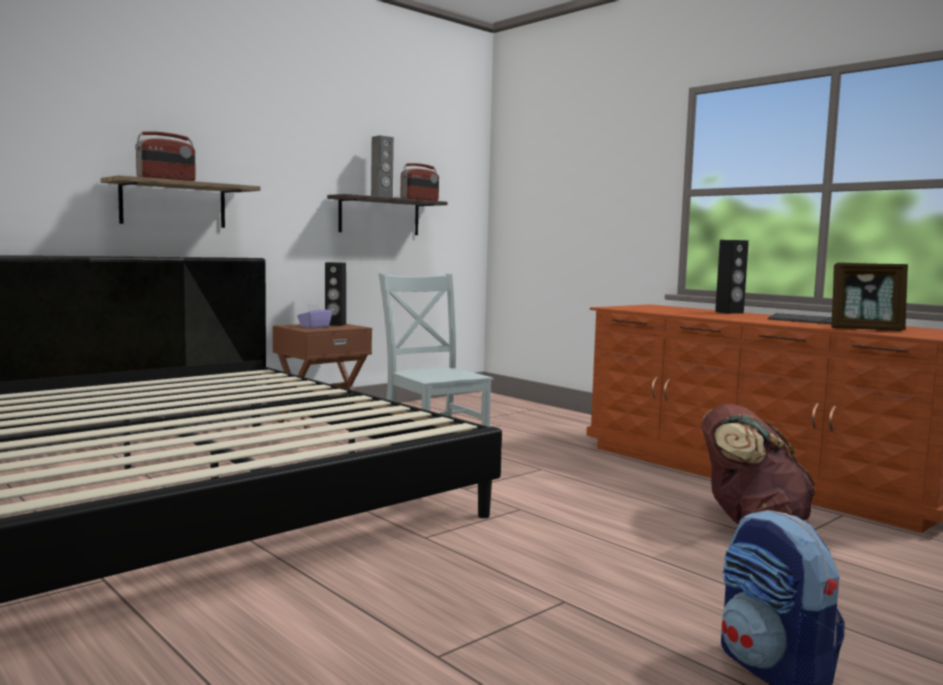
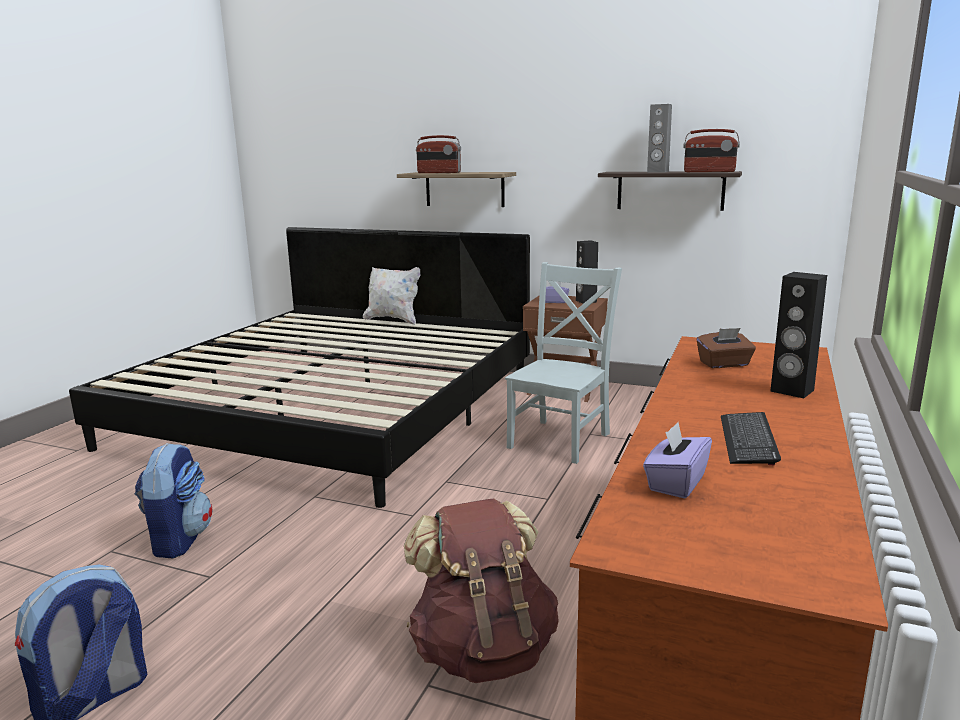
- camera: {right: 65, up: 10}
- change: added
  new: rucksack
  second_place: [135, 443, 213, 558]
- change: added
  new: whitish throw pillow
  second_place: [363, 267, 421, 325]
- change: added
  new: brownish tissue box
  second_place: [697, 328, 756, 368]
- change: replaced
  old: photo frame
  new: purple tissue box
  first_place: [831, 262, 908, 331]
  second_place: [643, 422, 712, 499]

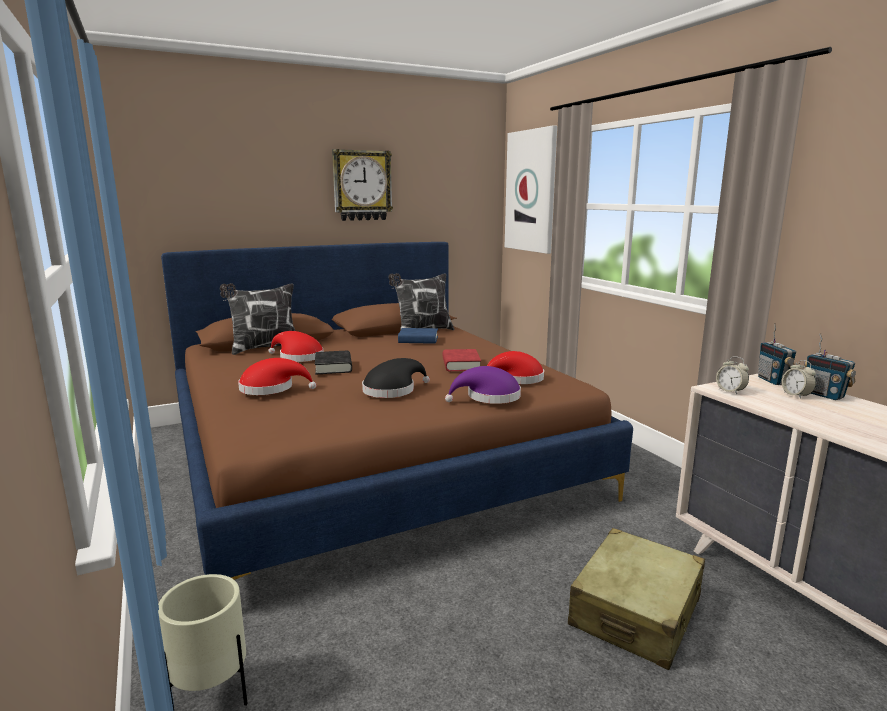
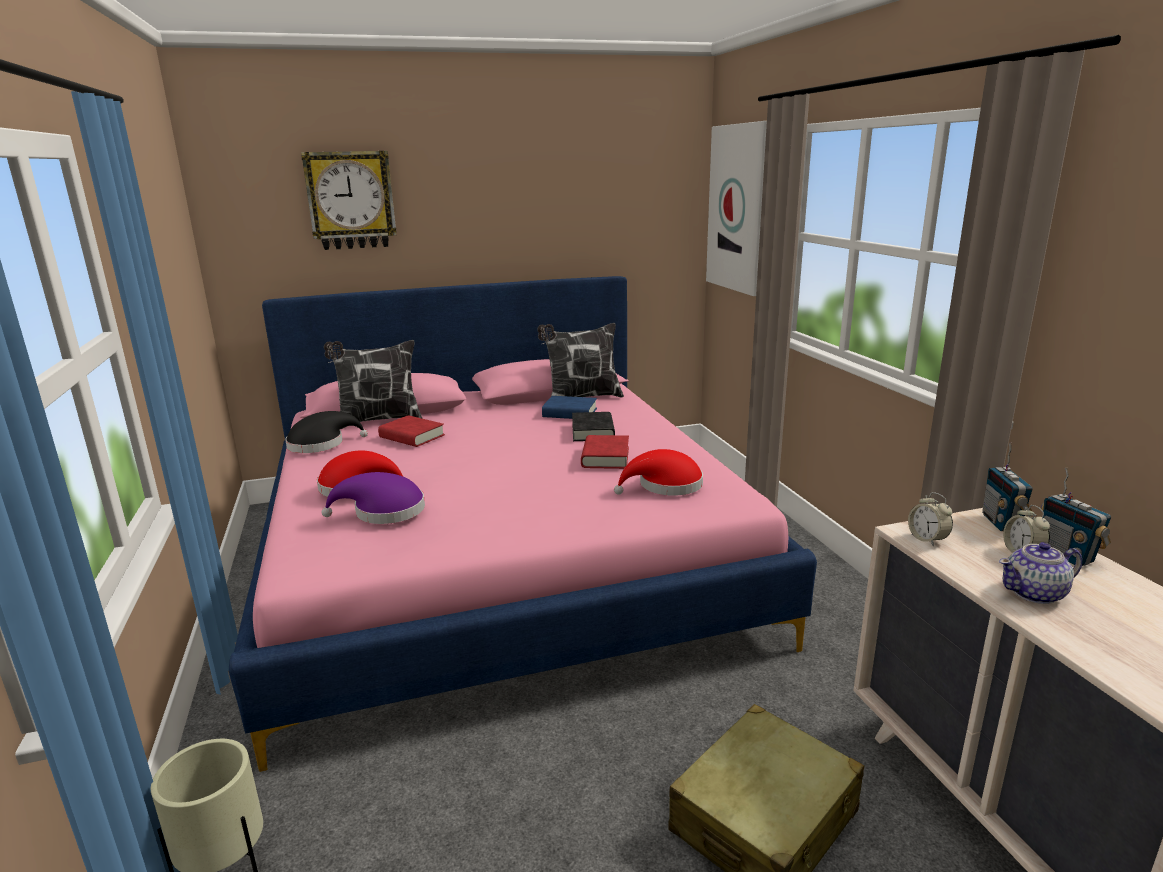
- camera: {right: 10, up: 5}
- change: added
  new: teapot
  second_place: [999, 542, 1082, 604]
- change: moved
  old: blackish book
  first_place: [315, 351, 352, 374]
  second_place: [572, 412, 615, 441]
- change: moved
  old: clock on the wall
  first_place: [332, 149, 393, 221]
  second_place: [301, 151, 396, 250]
- change: moved
  old: blackish hat
  first_place: [362, 358, 430, 398]
  second_place: [285, 411, 368, 453]
- change: moved
  old: purple hat
  first_place: [445, 366, 521, 404]
  second_place: [321, 472, 425, 524]
- change: replaced
  old: red hat
  new: red book
  first_place: [268, 331, 324, 362]
  second_place: [378, 415, 445, 447]
- change: recoloured
  old: brownish bedroom bed
  new: pink bedroom bed
  first_place: [161, 242, 633, 580]
  second_place: [229, 276, 817, 772]

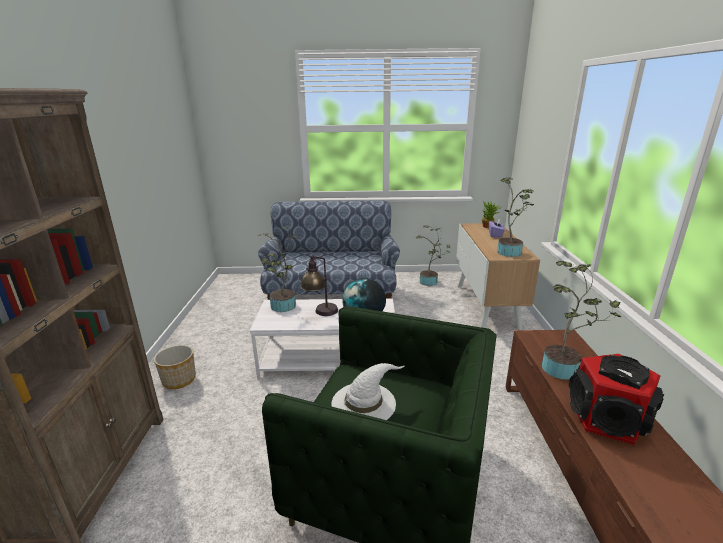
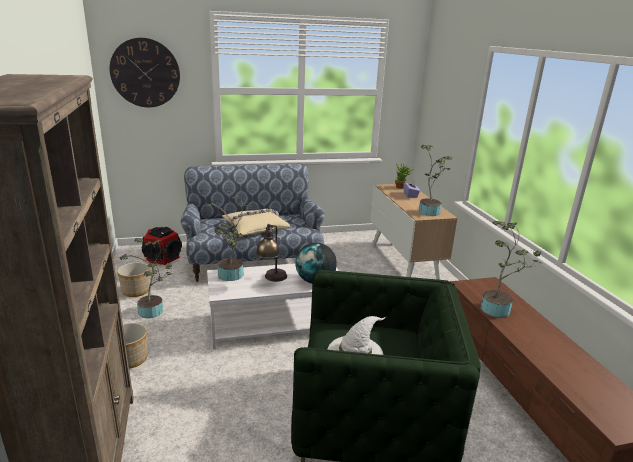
- camera: {right: -15, up: 0}
- change: added
  new: clock on the wall
  second_place: [110, 38, 180, 107]
- change: added
  new: plant pot
  second_place: [117, 262, 150, 297]
- change: added
  new: beige throw pillow
  second_place: [222, 209, 290, 235]
- change: moved
  old: potted plant
  first_place: [416, 225, 451, 286]
  second_place: [120, 238, 172, 318]
- change: moved
  old: speaker
  first_place: [569, 354, 664, 445]
  second_place: [142, 227, 182, 265]

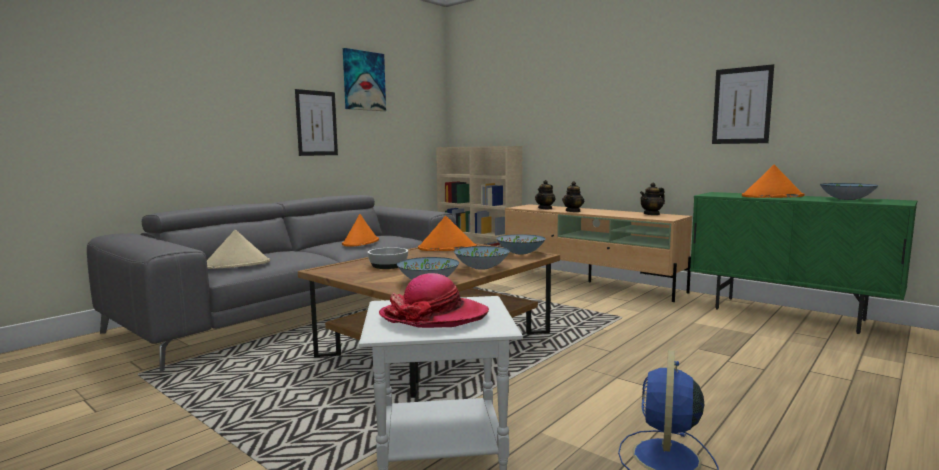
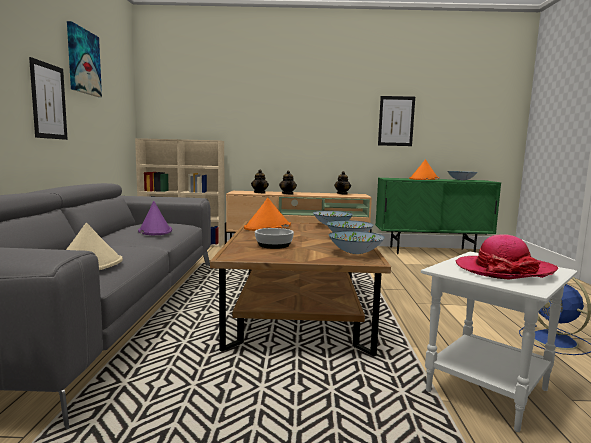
- camera: {right: -40, up: 0}
- change: recoloured
  old: orangey hat
  new: purple hat
  first_place: [342, 214, 379, 247]
  second_place: [138, 201, 172, 235]

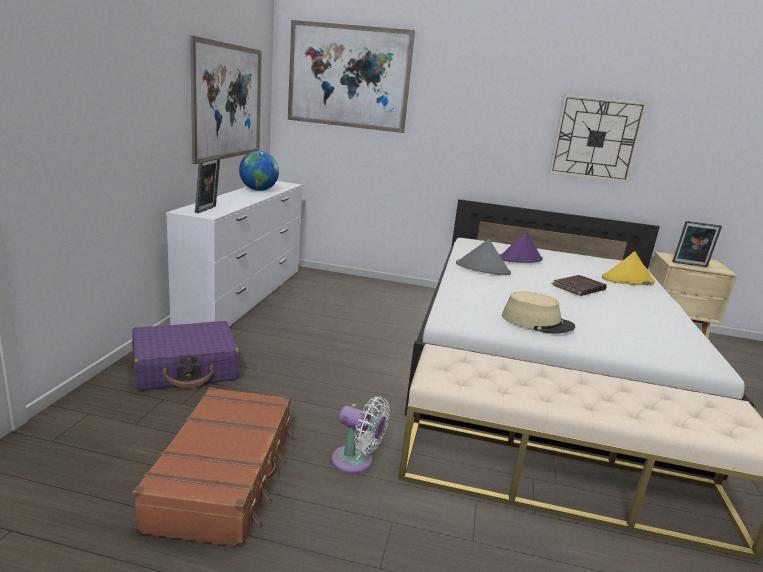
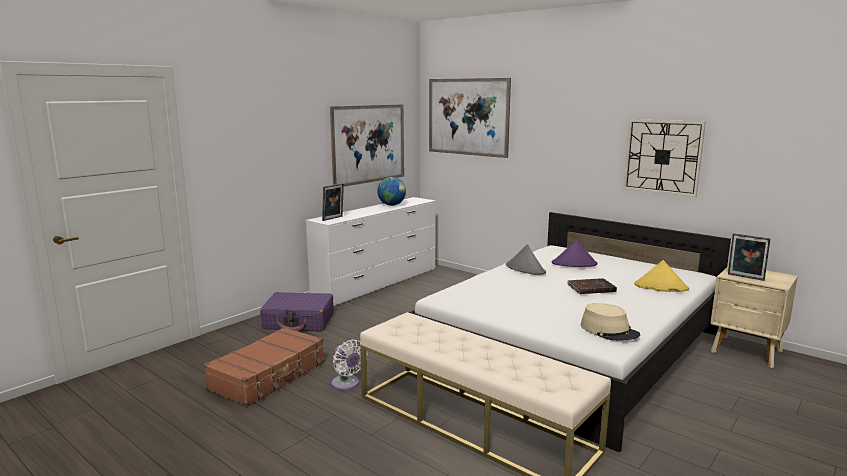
- camera: {right: 30, up: -5}
- change: moved
  old: beige hat
  first_place: [502, 291, 575, 334]
  second_place: [581, 303, 640, 341]

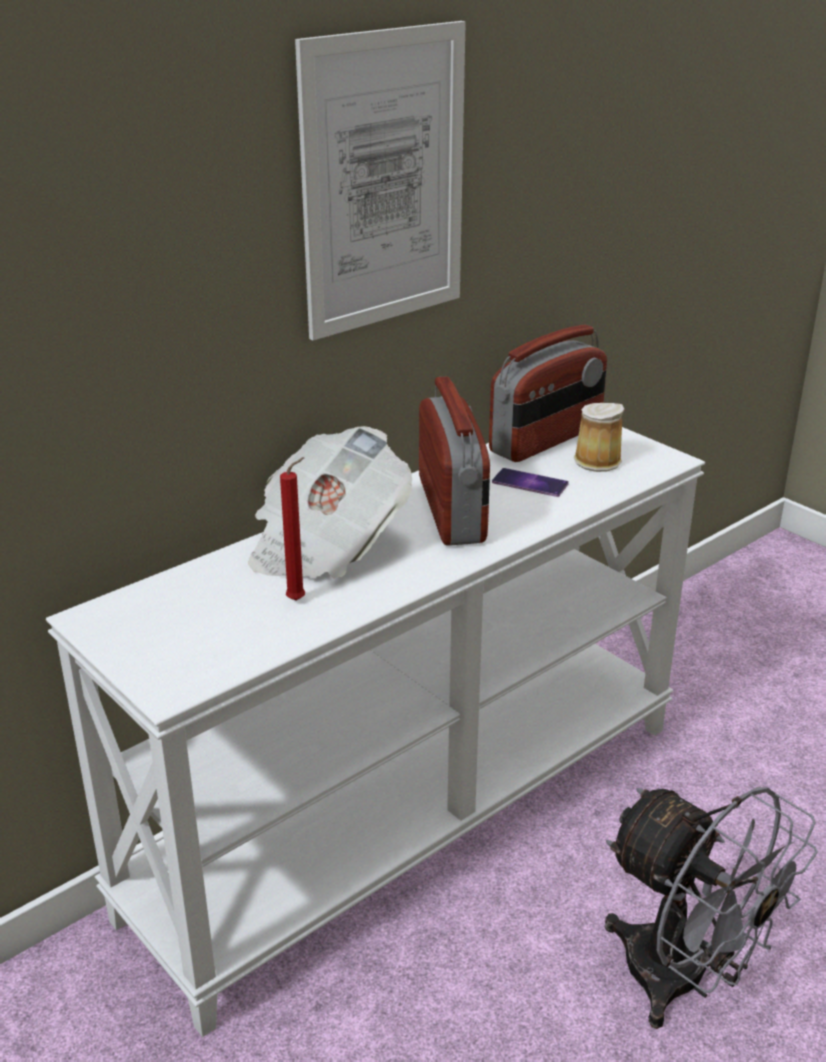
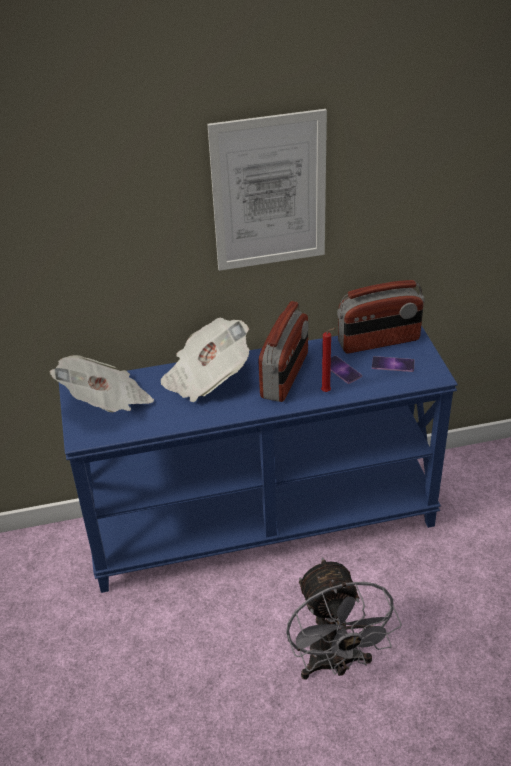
- camera: {right: 30, up: 10}
- change: added
  new: daily paper
  second_place: [50, 355, 154, 413]
- change: moved
  old: red wax light
  first_place: [280, 457, 305, 601]
  second_place: [321, 328, 336, 392]
- change: replaced
  old: coffee mug
  new: phone
  first_place: [573, 403, 625, 472]
  second_place: [372, 356, 415, 372]
- change: recoloured
  old: whitish narrow table
  new: blue narrow table
  first_place: [46, 427, 705, 1037]
  second_place: [59, 325, 458, 593]

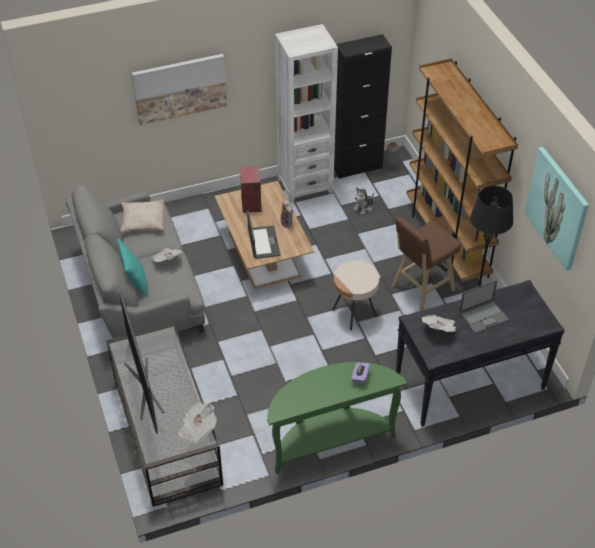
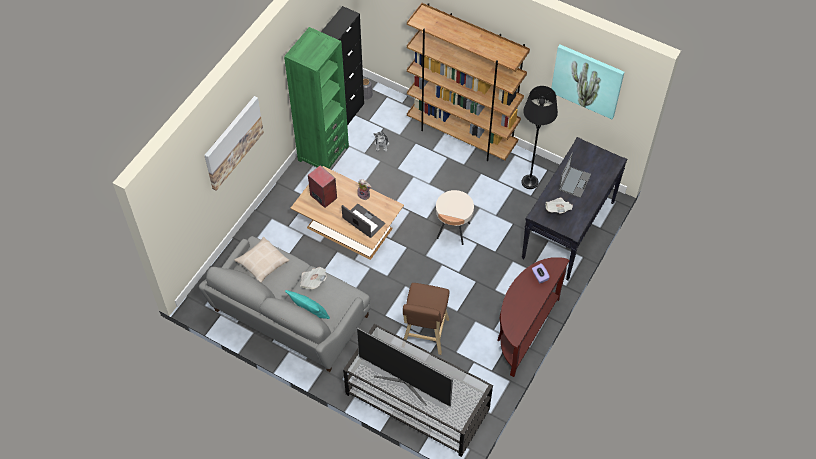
- camera: {right: -40, up: 10}
- change: removed
  old: daily paper
  first_place: [178, 402, 217, 444]
- change: moved
  old: brownish stool
  first_place: [392, 217, 461, 311]
  second_place: [403, 283, 449, 355]
- change: recoloured
  old: green narrow table
  new: brownish narrow table
  first_place: [267, 362, 407, 474]
  second_place: [497, 257, 570, 377]
- change: recoloured
  old: whitish shelving unit
  new: green shelving unit
  first_place: [275, 24, 338, 203]
  second_place: [284, 27, 349, 169]

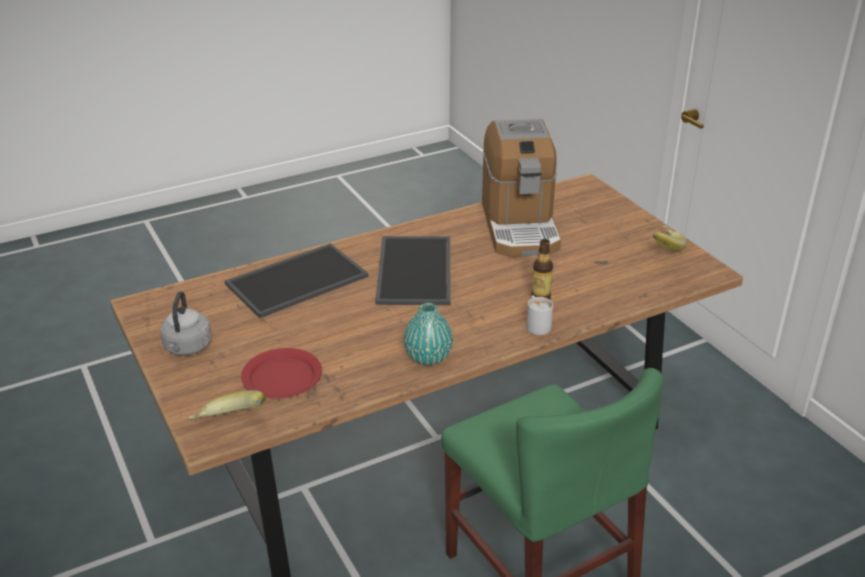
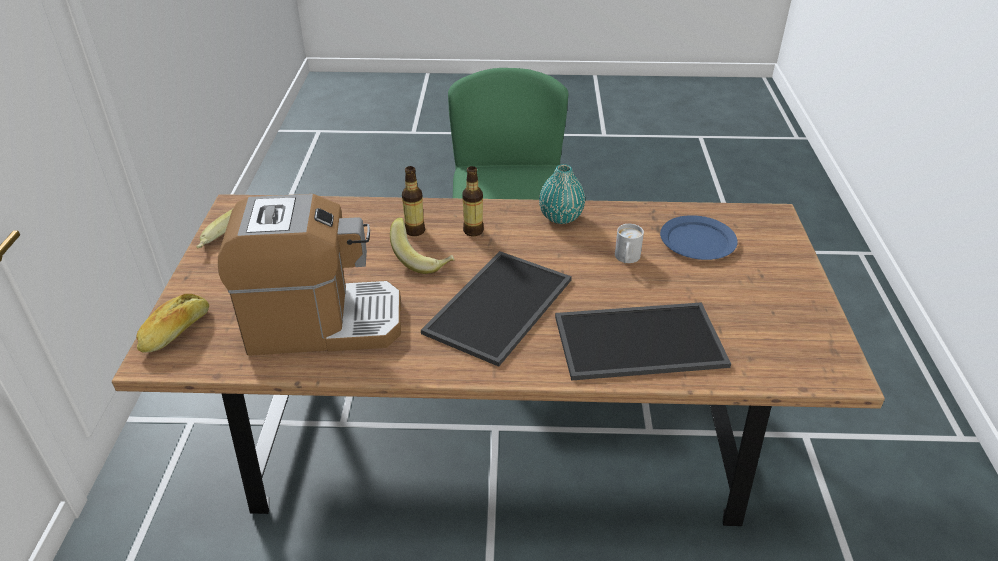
- camera: {right: -150, up: 5}
- change: removed
  old: gray water kettle
  first_place: [160, 291, 212, 356]
- change: added
  new: baked bread
  second_place: [136, 294, 209, 353]
- change: added
  new: bottle
  second_place: [462, 166, 484, 236]
- change: moved
  old: banana
  first_place: [189, 390, 266, 420]
  second_place: [390, 218, 455, 274]
- change: moved
  old: whitish coffee mug
  first_place: [527, 295, 553, 335]
  second_place: [615, 224, 644, 263]
- change: recoloured
  old: red plate
  new: blue plate
  first_place: [241, 348, 322, 399]
  second_place: [660, 215, 738, 260]
- change: turned
  old: coffee maker
  first_place: [482, 119, 561, 258]
  second_place: [218, 194, 401, 356]
  degrees: 60

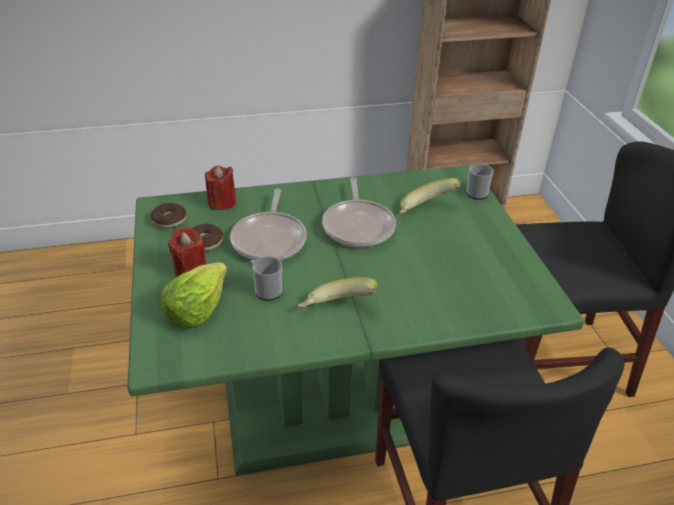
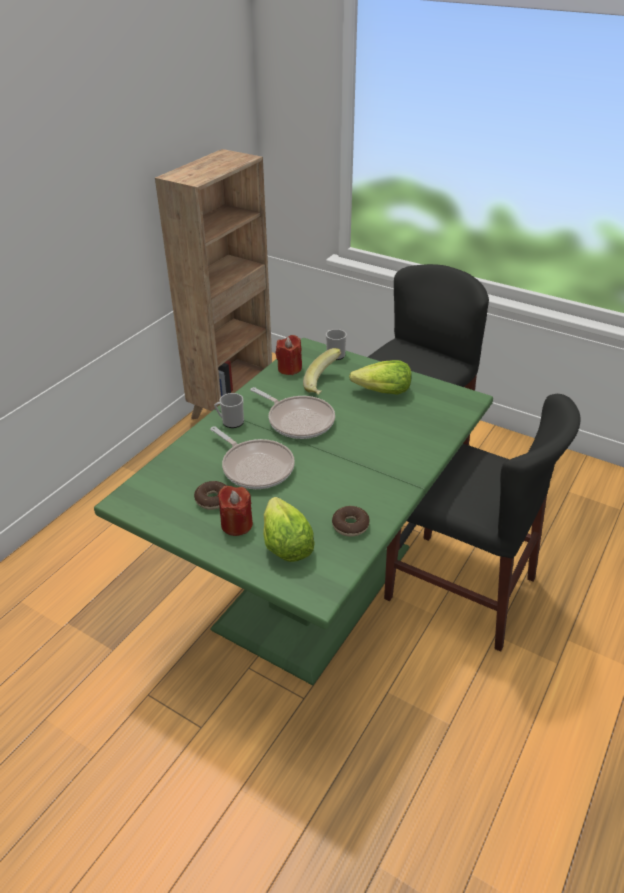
- camera: {right: -45, up: 0}
- change: removed
  old: banana
  first_place: [298, 277, 379, 309]
- change: added
  new: lettuce head
  second_place: [349, 360, 412, 395]
- change: moved
  old: ring doughnut
  first_place: [151, 203, 186, 228]
  second_place: [332, 506, 370, 536]
- change: moved
  old: red wax light
  first_place: [205, 166, 236, 210]
  second_place: [276, 335, 302, 375]
- change: moved
  old: coffee mug
  first_place: [250, 256, 282, 301]
  second_place: [214, 393, 244, 428]

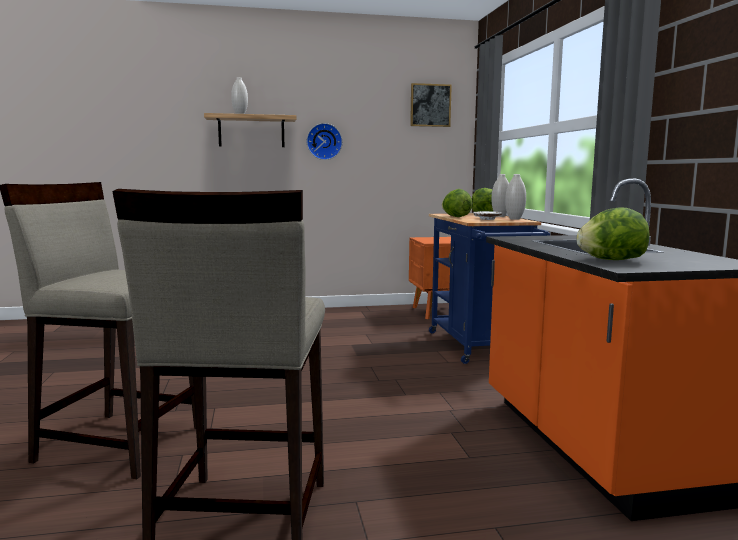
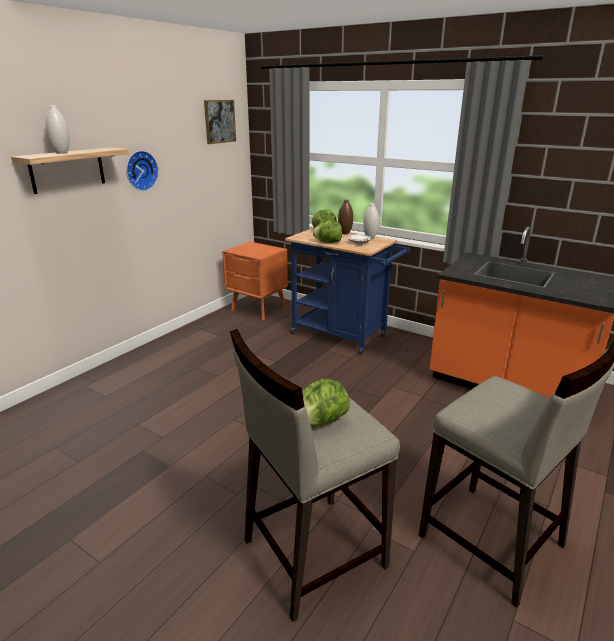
- camera: {right: -45, up: 15}
- change: moved
  old: lettuce head
  first_place: [577, 207, 649, 260]
  second_place: [302, 379, 350, 427]
- change: recoloured
  old: whitish vase
  new: brownish vase
  first_place: [492, 174, 509, 217]
  second_place: [338, 200, 353, 234]

